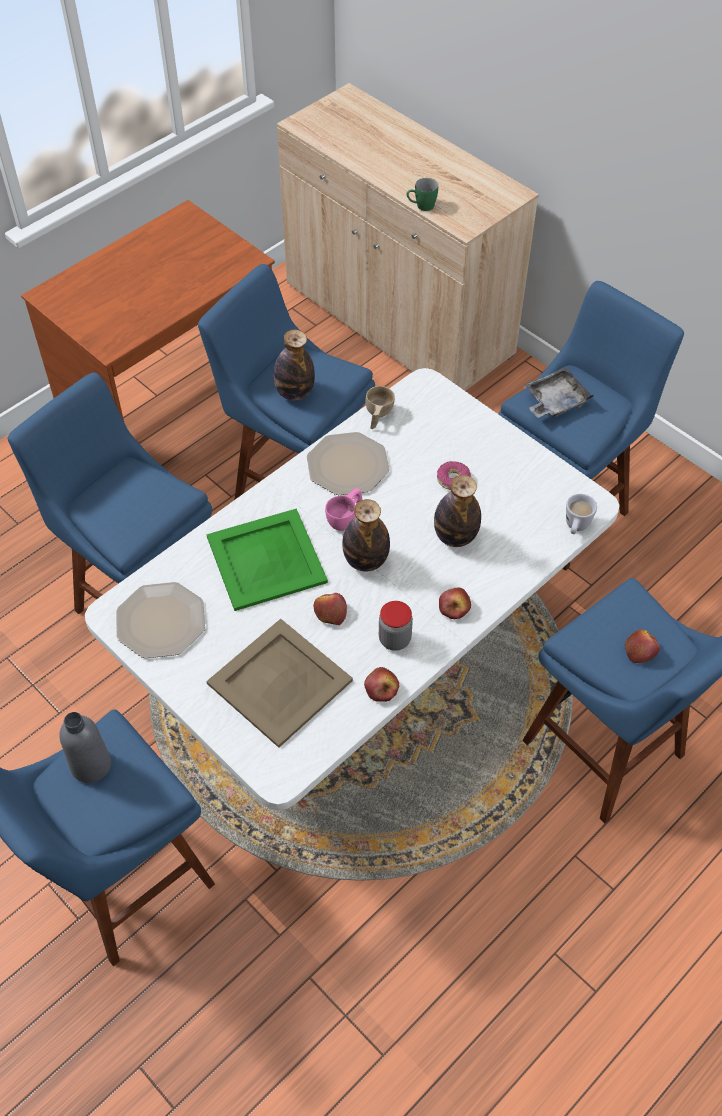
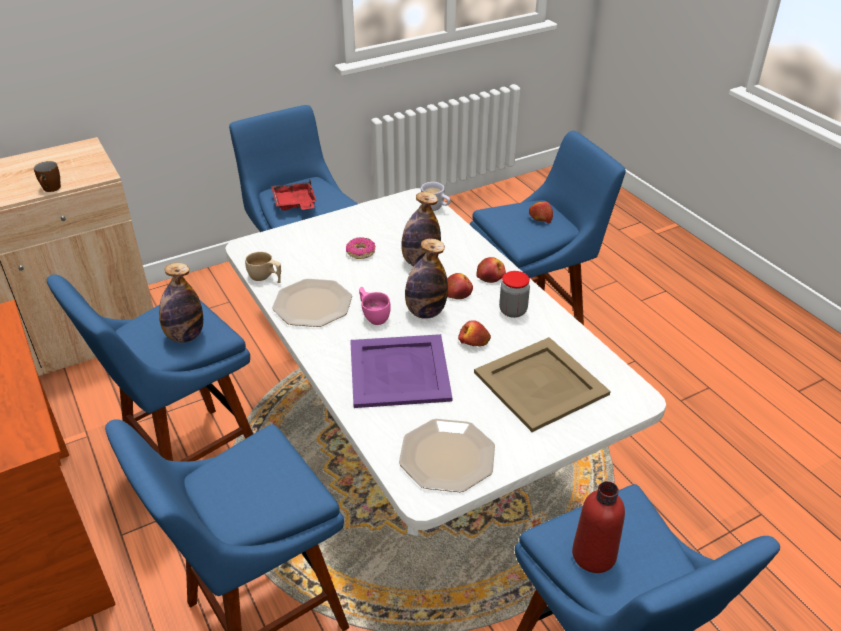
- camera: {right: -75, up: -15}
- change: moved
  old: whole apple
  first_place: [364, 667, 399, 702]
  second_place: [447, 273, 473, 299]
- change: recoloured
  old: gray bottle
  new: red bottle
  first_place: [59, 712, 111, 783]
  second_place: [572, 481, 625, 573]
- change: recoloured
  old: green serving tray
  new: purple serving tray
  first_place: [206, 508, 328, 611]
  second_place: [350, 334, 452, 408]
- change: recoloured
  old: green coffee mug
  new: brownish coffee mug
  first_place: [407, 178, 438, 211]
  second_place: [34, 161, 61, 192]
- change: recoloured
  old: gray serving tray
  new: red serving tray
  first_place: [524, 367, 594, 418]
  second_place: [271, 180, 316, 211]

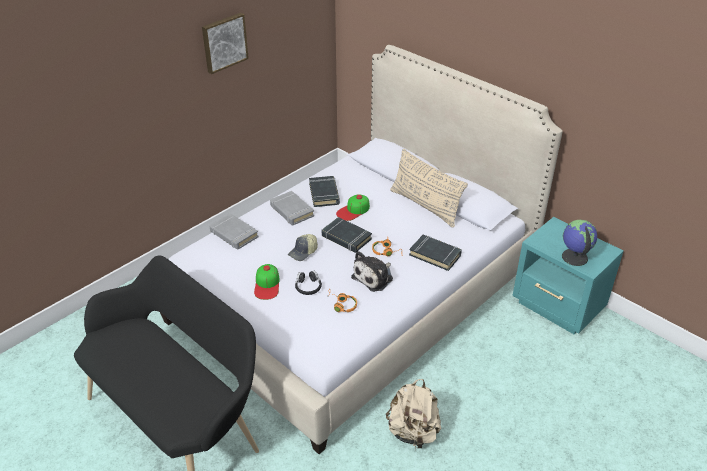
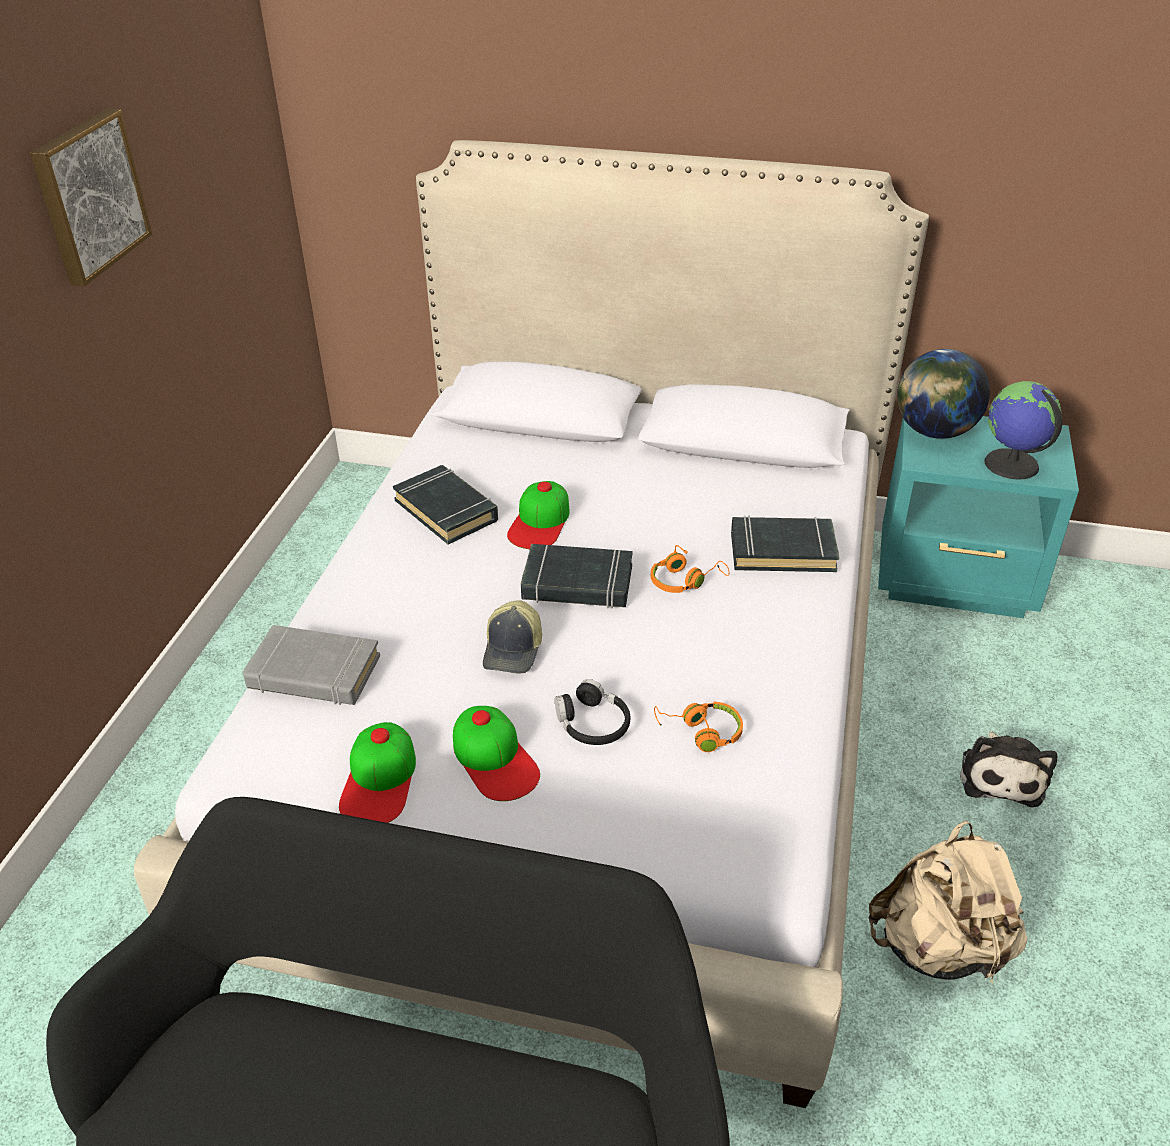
- camera: {right: -30, up: 0}
- change: removed
  old: gray book
  first_place: [270, 191, 314, 226]
- change: removed
  old: beige throw pillow
  first_place: [390, 149, 468, 228]
- change: added
  new: peaked cap
  second_place: [339, 722, 416, 823]
- change: added
  new: desk globe
  second_place: [897, 349, 990, 439]
- change: moved
  old: soft toy
  first_place: [351, 251, 393, 292]
  second_place: [960, 731, 1057, 807]

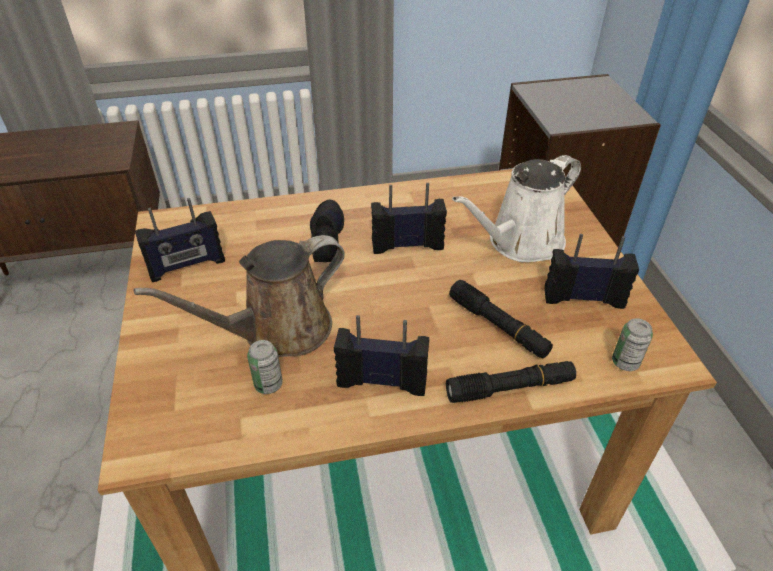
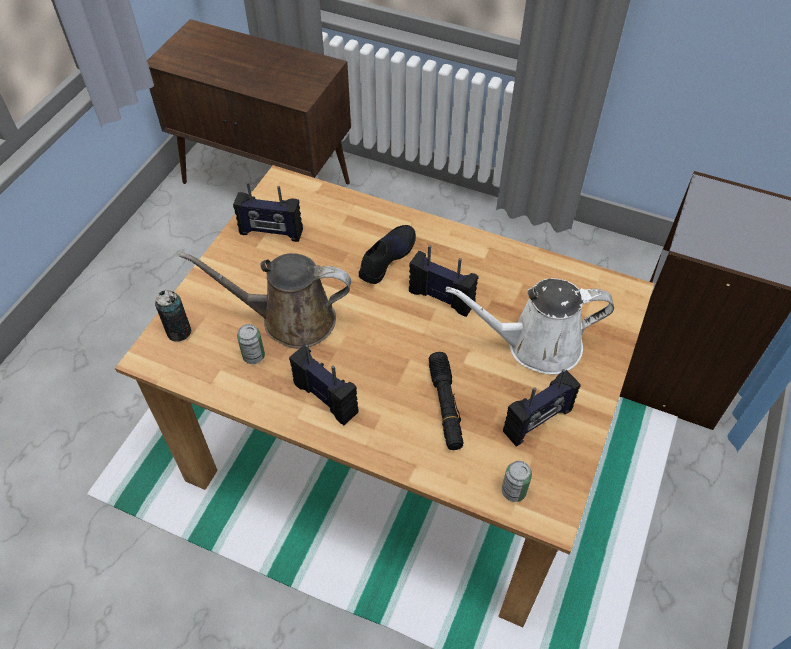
- camera: {right: 35, up: 10}
- change: removed
  old: blackish flashlight
  first_place: [446, 361, 576, 403]
- change: added
  new: metal can
  second_place: [155, 290, 192, 342]
- change: turned
  old: radio receiver
  first_place: [544, 234, 639, 309]
  second_place: [503, 369, 581, 446]
  degrees: 105

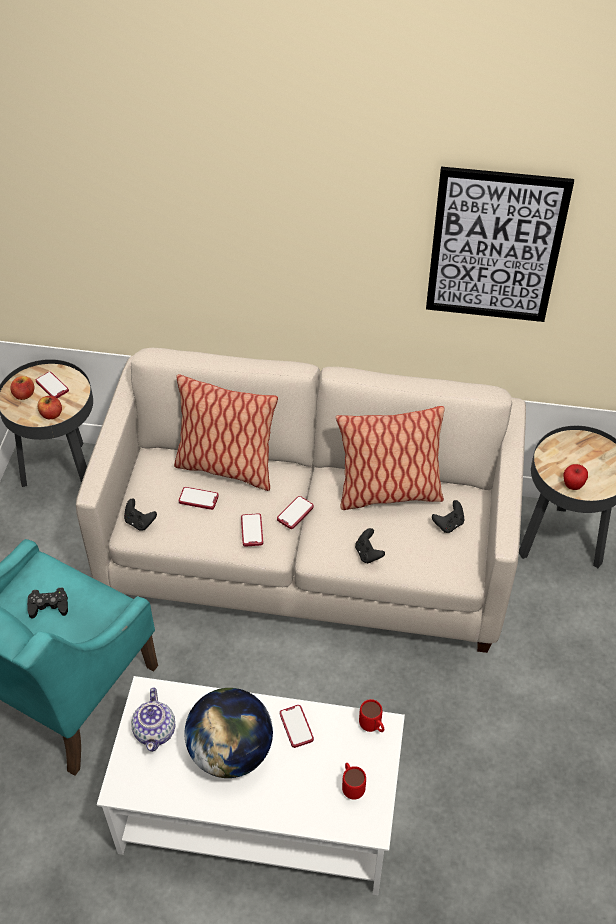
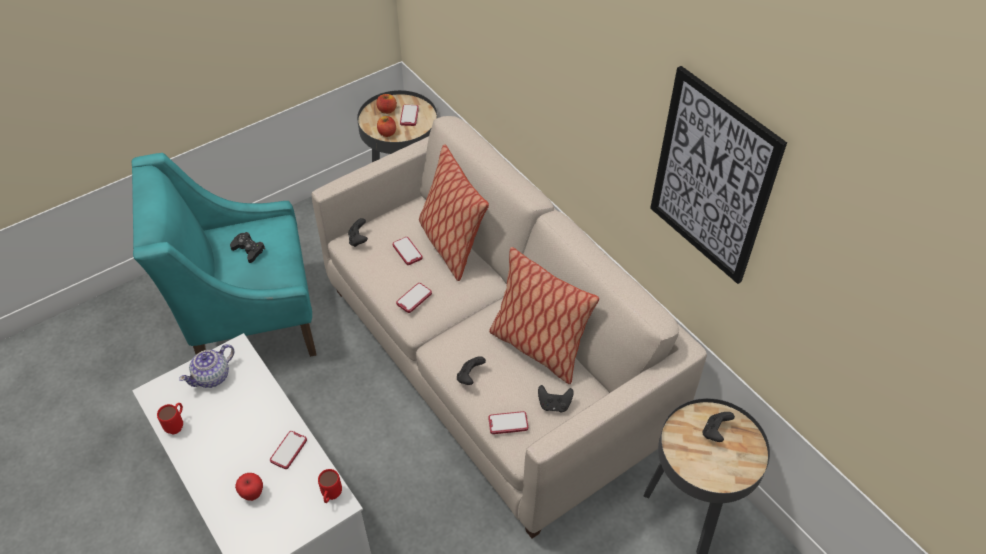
- camera: {right: 45, up: 0}
- change: removed
  old: desk globe
  first_place: [184, 688, 273, 778]
- change: added
  new: blackish gamepad
  second_place: [702, 412, 735, 442]
- change: moved
  old: phone
  first_place: [277, 496, 314, 529]
  second_place: [488, 411, 528, 434]
- change: moved
  old: red coffee mug
  first_place: [342, 763, 366, 800]
  second_place: [157, 403, 183, 434]
- change: moved
  old: whole apple
  first_place: [564, 464, 588, 490]
  second_place: [235, 473, 263, 501]

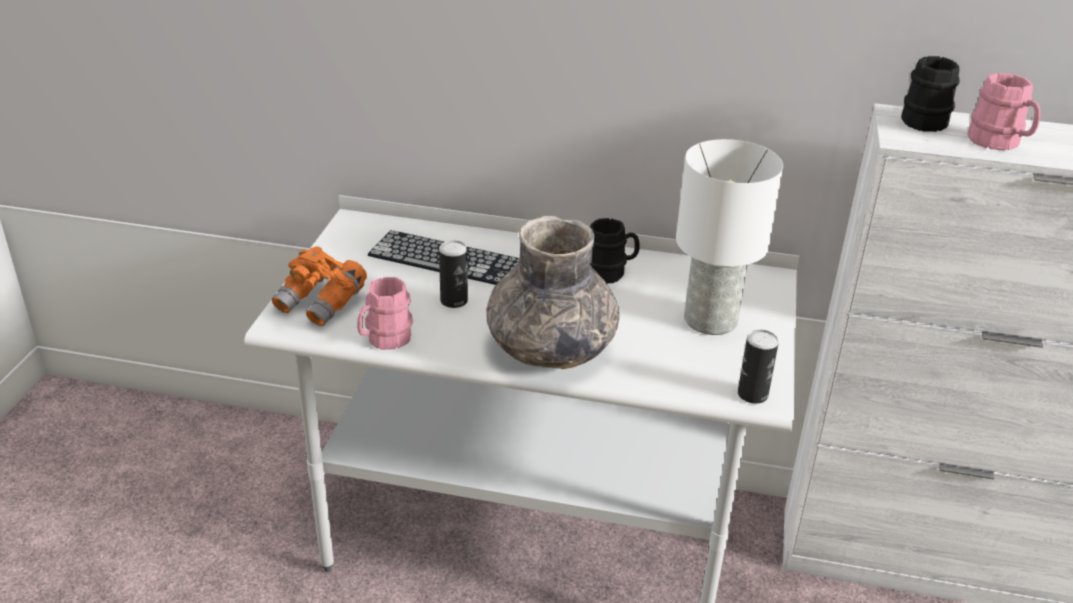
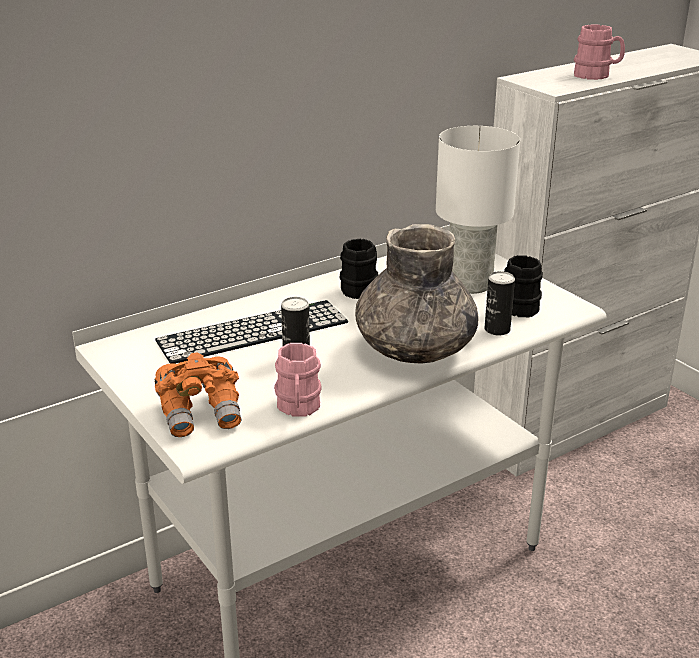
- camera: {right: -45, up: -5}
- change: moved
  old: metal can
  first_place: [738, 330, 779, 404]
  second_place: [485, 271, 515, 335]
- change: moved
  old: blackish coffee mug
  first_place: [901, 56, 960, 132]
  second_place: [504, 255, 543, 317]

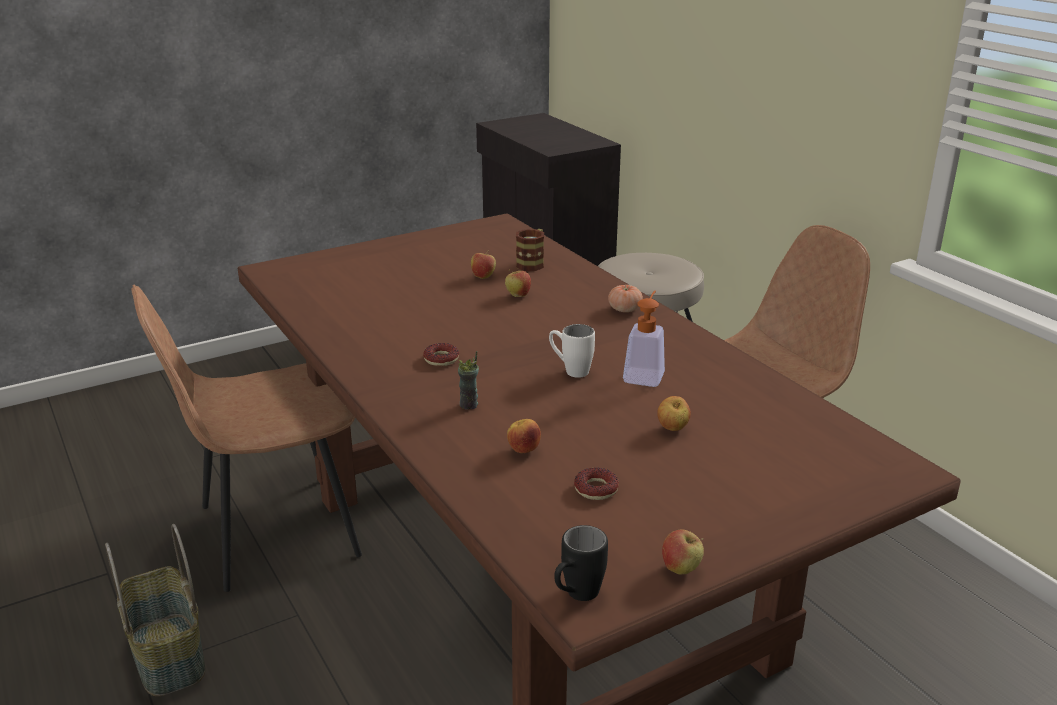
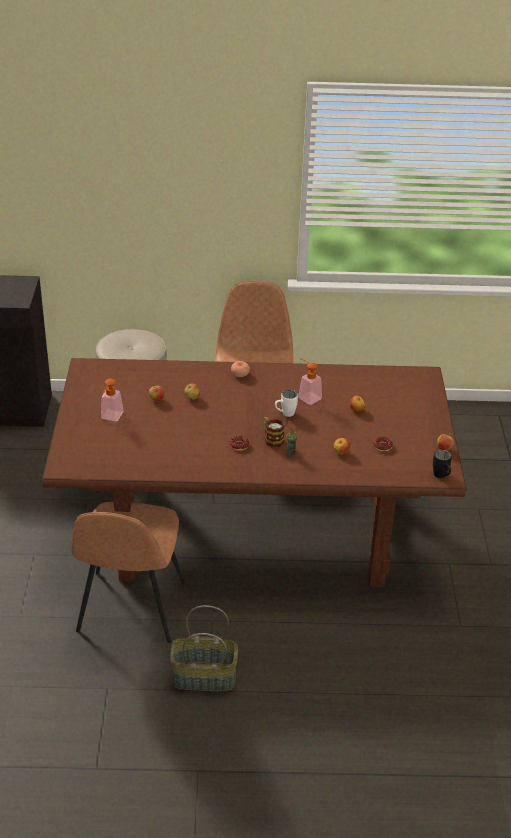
- camera: {right: -60, up: 10}
- change: added
  new: liquid soap bottle
  second_place: [101, 379, 124, 421]
- change: moved
  old: coffee mug
  first_place: [516, 229, 544, 271]
  second_place: [263, 417, 285, 447]

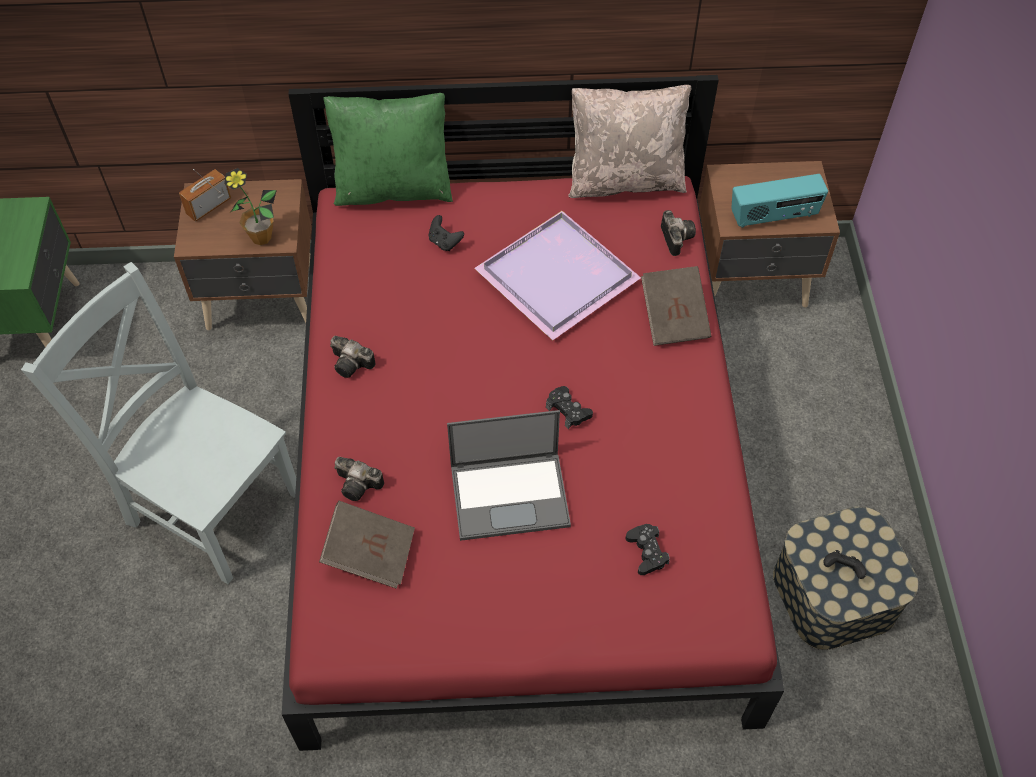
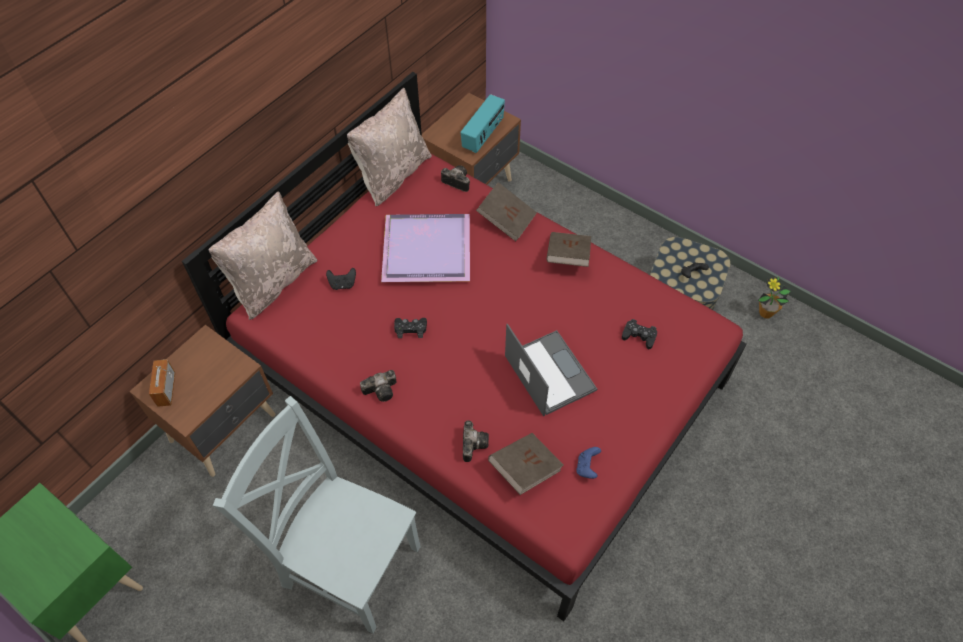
- camera: {right: -50, up: 0}
- change: added
  new: brownish book
  second_place: [546, 232, 591, 267]
- change: added
  new: blue gamepad
  second_place: [576, 447, 601, 479]
- change: moved
  old: potted plant
  first_place: [224, 168, 277, 245]
  second_place: [758, 276, 790, 319]
- change: moved
  old: blackish gamepad
  first_place: [546, 386, 593, 429]
  second_place: [394, 318, 427, 338]
- change: recoloured
  old: green throw pillow
  new: beige throw pillow
  first_place: [323, 93, 453, 206]
  second_place: [208, 192, 318, 320]
- change: turned
  old: gray upright chair
  first_place: [21, 262, 296, 584]
  second_place: [213, 396, 421, 634]
  degrees: 45
- change: turned
  old: still camera
  first_place: [334, 457, 384, 501]
  second_place: [463, 421, 489, 462]
  degrees: -60
- change: turned
  old: laptop
  first_place: [447, 410, 571, 541]
  second_place: [505, 323, 597, 416]
  degrees: -60

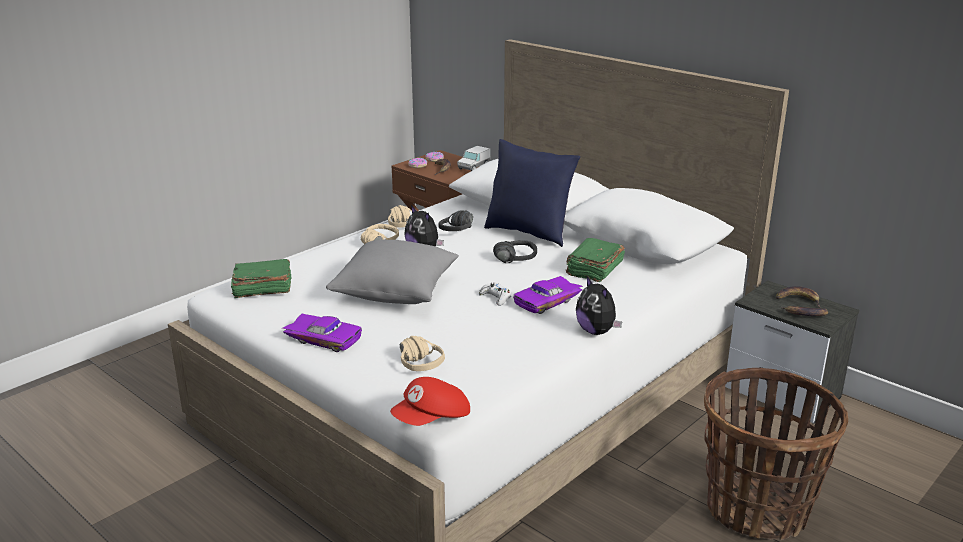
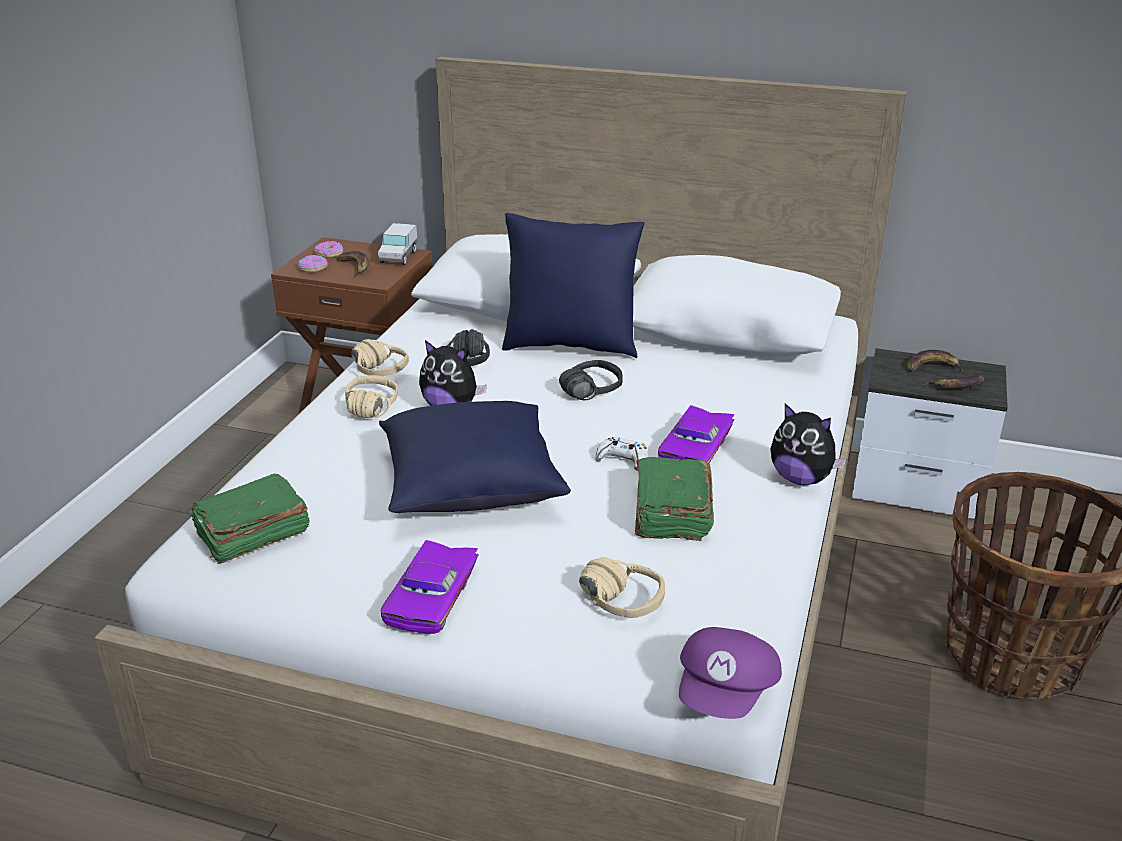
- camera: {right: -25, up: 5}
- change: moved
  old: green book
  first_place: [566, 238, 625, 282]
  second_place: [635, 457, 714, 541]
- change: recoloured
  old: gray throw pillow
  new: blue throw pillow
  first_place: [326, 240, 459, 304]
  second_place: [379, 401, 571, 513]
- change: recoloured
  old: red peaked cap
  new: purple peaked cap
  first_place: [390, 377, 470, 426]
  second_place: [679, 627, 782, 719]
- change: turned
  old: purple model car
  first_place: [282, 314, 362, 352]
  second_place: [380, 540, 479, 634]
  degrees: 105

